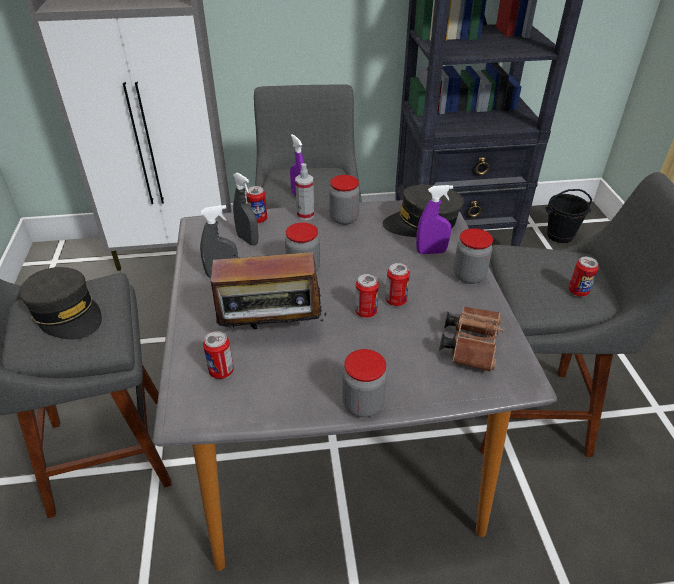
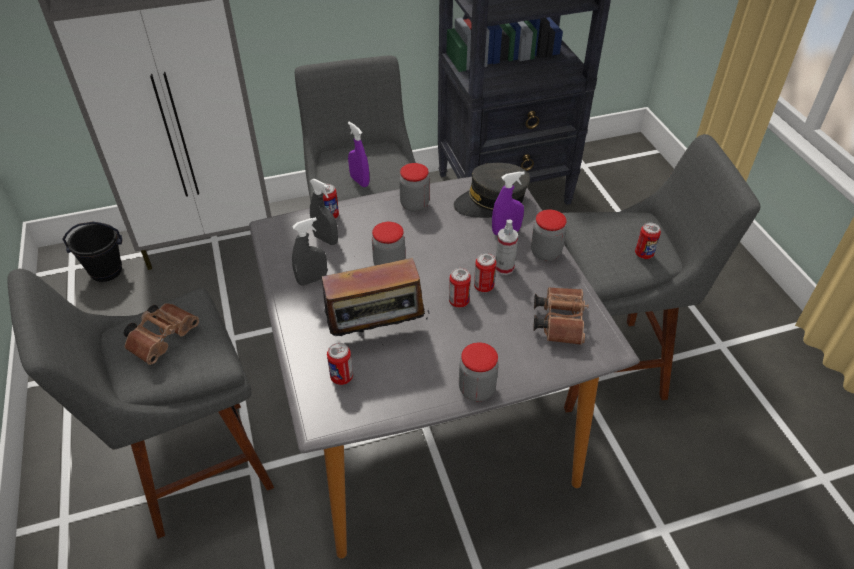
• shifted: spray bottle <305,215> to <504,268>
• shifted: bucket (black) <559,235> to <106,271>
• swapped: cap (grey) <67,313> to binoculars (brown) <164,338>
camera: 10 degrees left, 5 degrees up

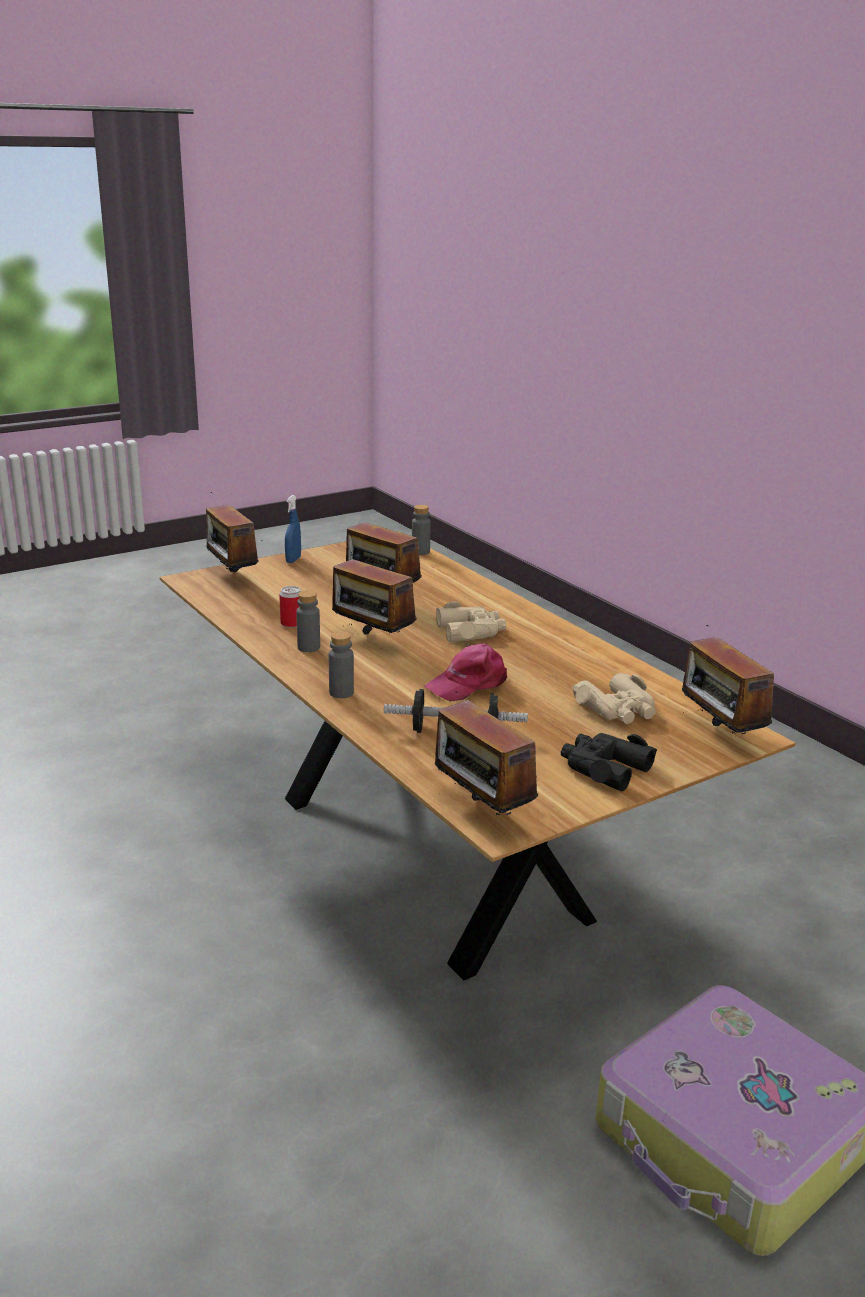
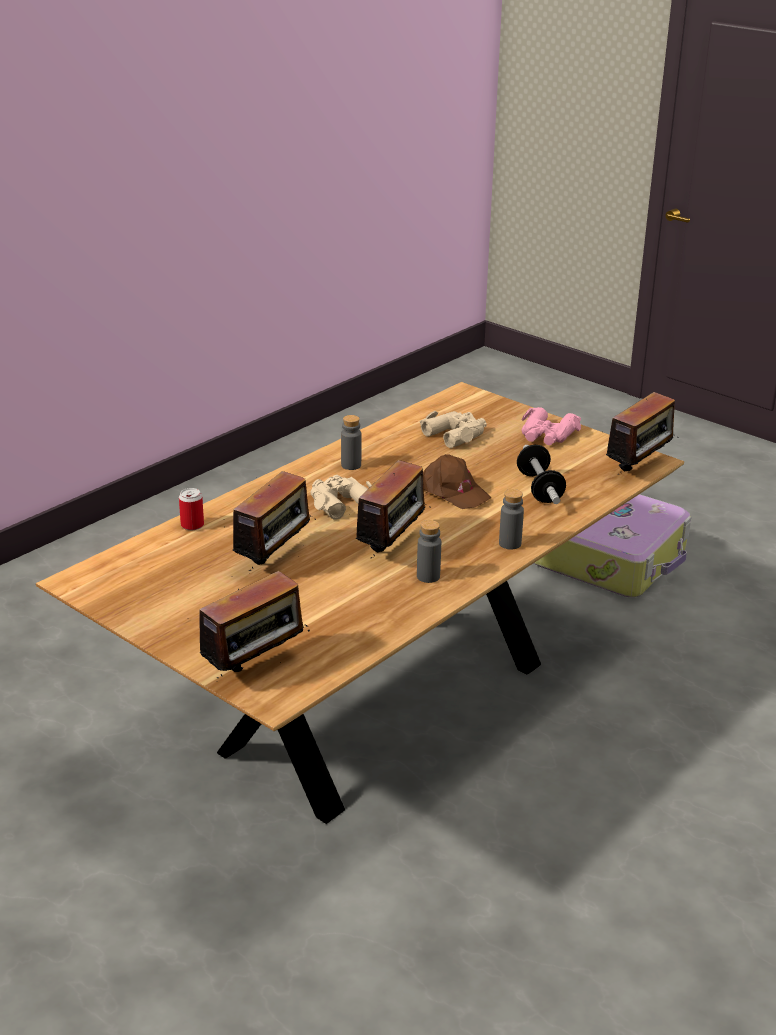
• gone: spray bottle (blue) <293,560>
• shifted: bottle (grey) <420,552> to <351,465>
• shifted: can <291,623> to <192,525>
• gone: radio <719,735>
• repainted: cap (pink) <468,684> to cap (brown) <453,492>
• repainted: binoculars (black) <603,768> to binoculars (pink) <547,435>
camera: 105 degrees left, 5 degrees up

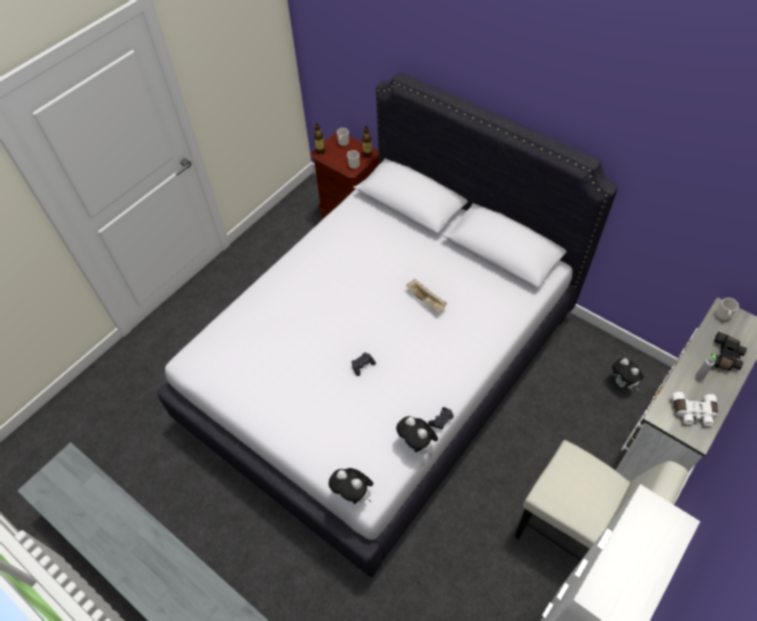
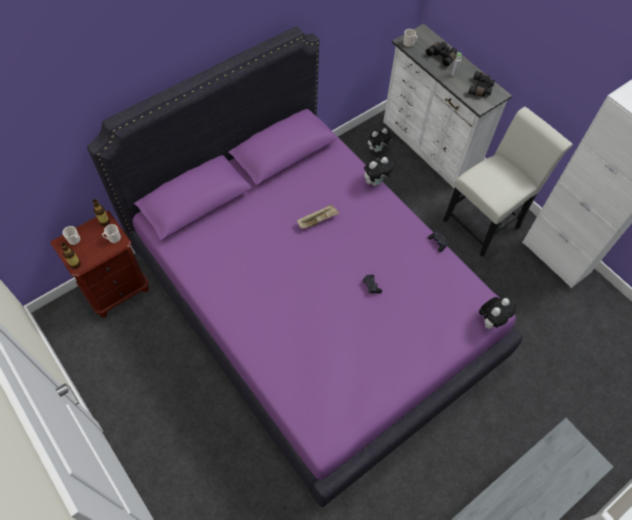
• repainted: bed (white) <381,368> to bed (purple) <312,307>
• repainted: binoculars (white) <693,412> to binoculars (black) <481,89>
• shifted: plush toy <417,445> to <376,181>
camera: 80 degrees left, 5 degrees up

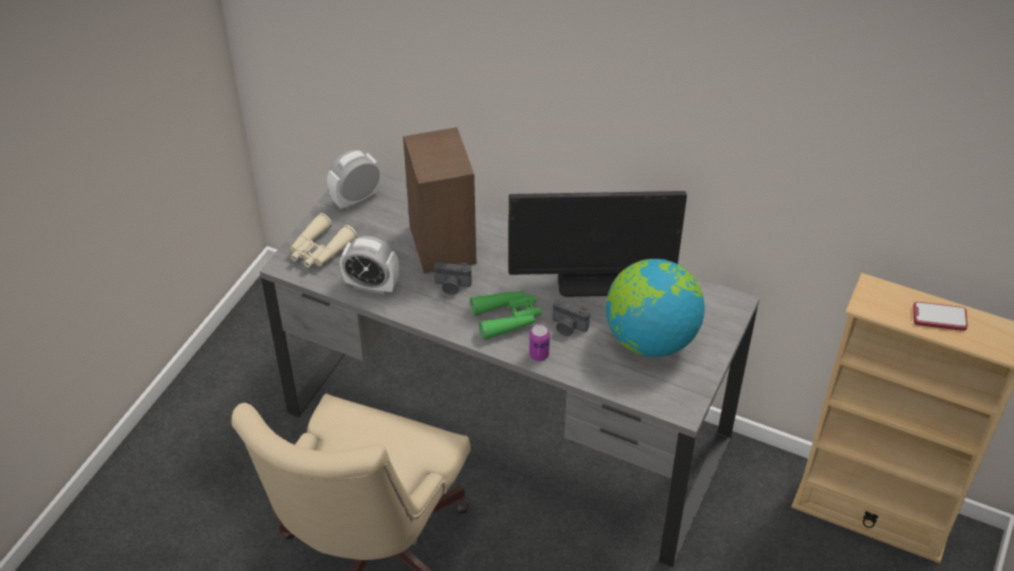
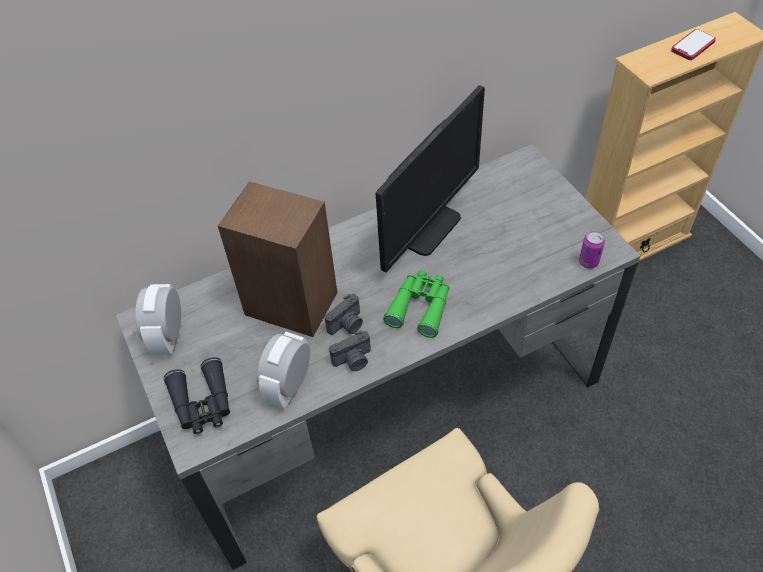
• repainted: binoculars (beige) <320,250> to binoculars (black) <203,404>
• rotated: alarm clock <371,286> = <289,386> 150 degrees clockwise
• gone: globe <650,339>
• shifted: photo camera <568,327> to <353,360>
• shifted: can <539,355> to <588,262>
camera: 50 degrees left, 5 degrees up

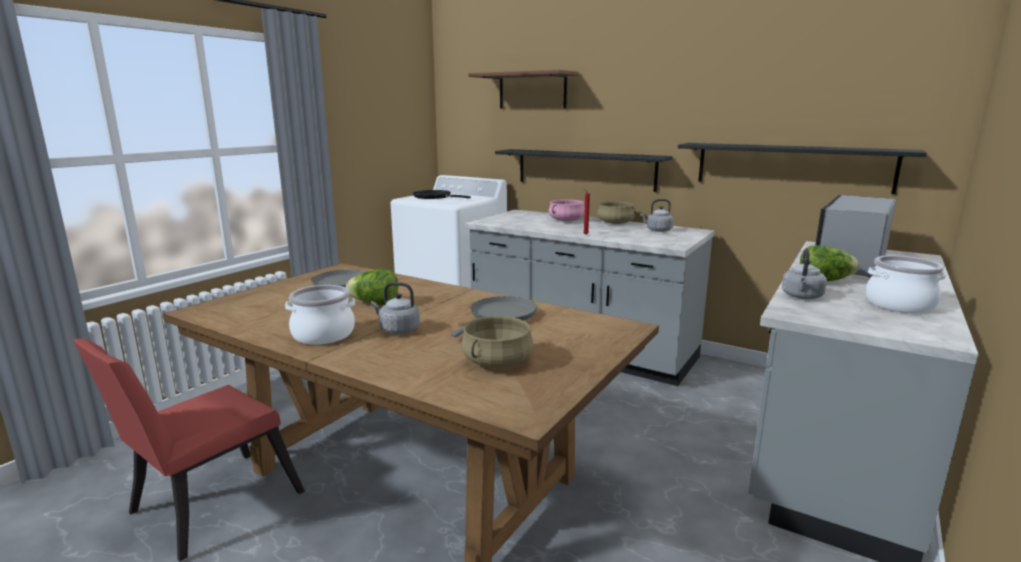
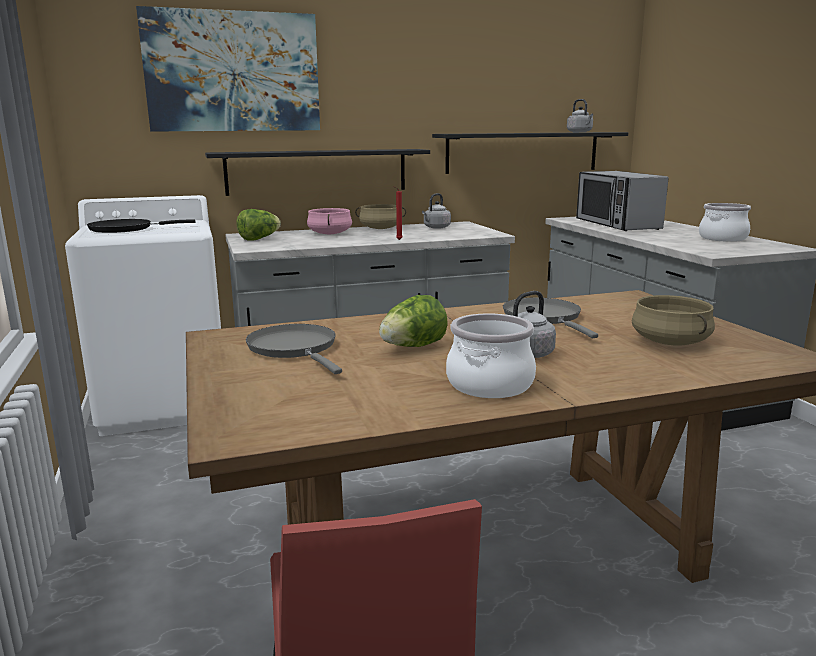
• swapped: shelf (brown) <532,91> to picture <233,72>
• shifted: lettuce <824,281> to <259,239>
• shifted: kettle (grey) <802,297> to <580,132>
camera: 50 degrees left, 0 degrees up

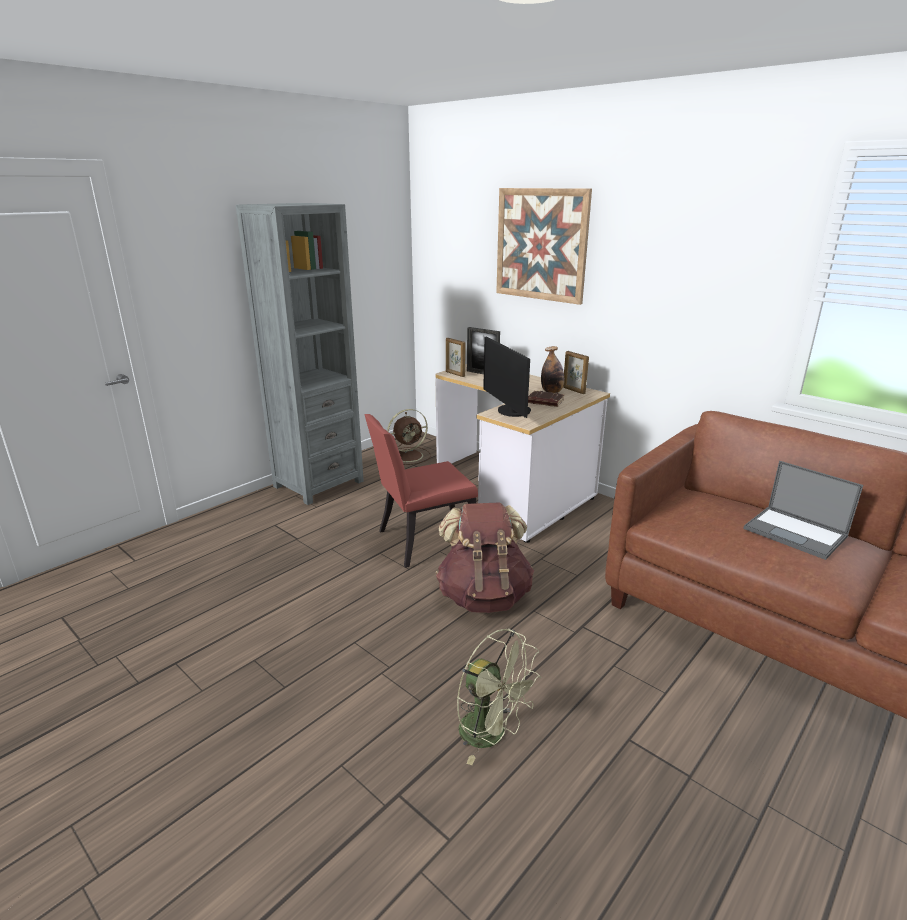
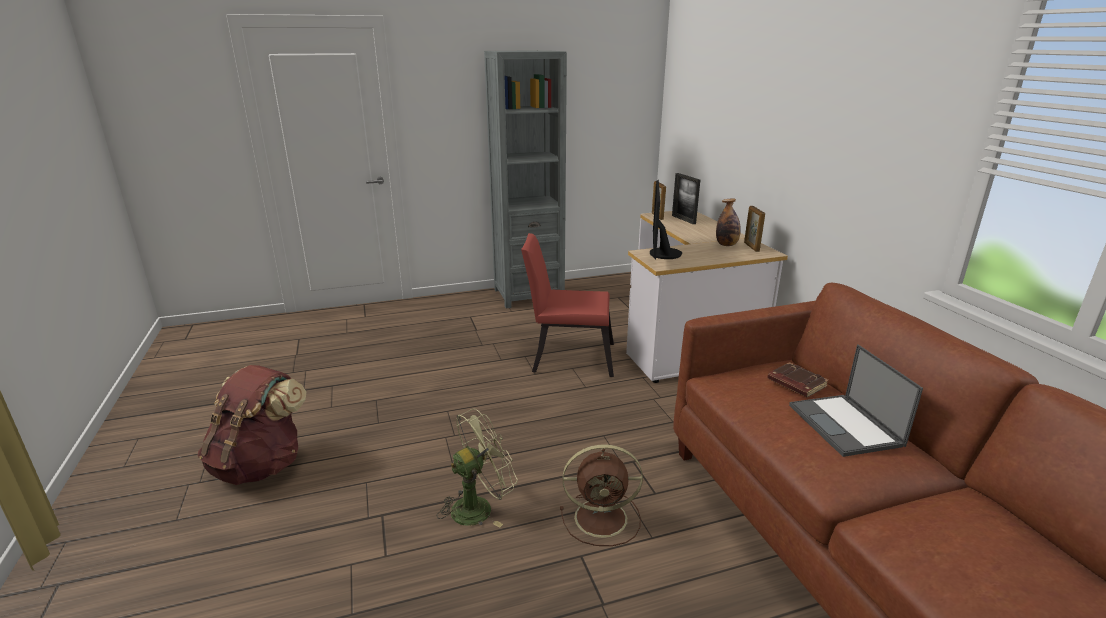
• gone: picture <541,245>
• shifted: book (brown) <544,402> to <795,383>
• shifted: fan (brown) <409,456> to <603,518>
• shifted: backpack (brown) <484,596> to <261,465>
• rotated: fan (green) <491,734> = <479,506> 105 degrees counterclockwise
camera: 30 degrees right, 0 degrees up

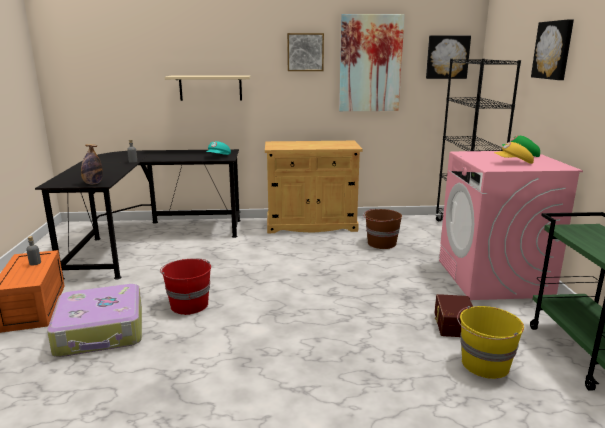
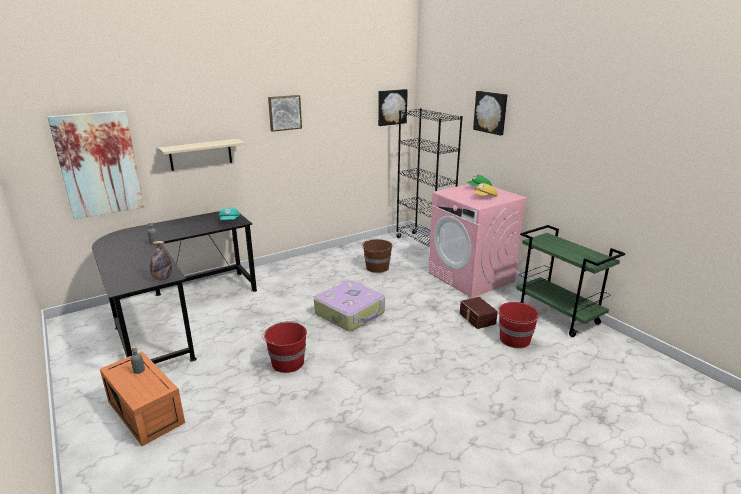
• shifted: picture <370,64> to <99,164>
• gone: cabinet (beige) <311,225>
• shifted: suitcase <101,331> to <350,313>
• repainted: bucket (yellow) <484,364> to bucket (red) <514,340>
camera: 30 degrees left, 5 degrees up

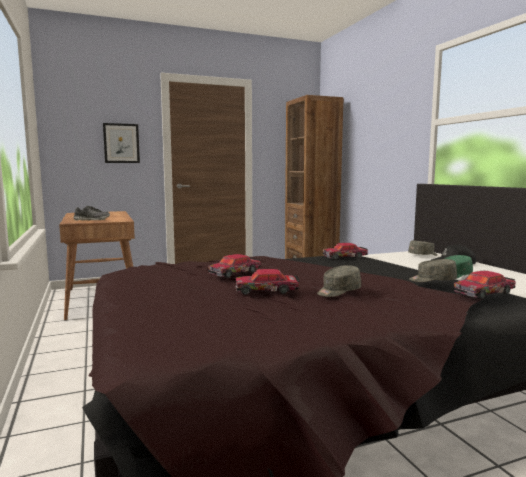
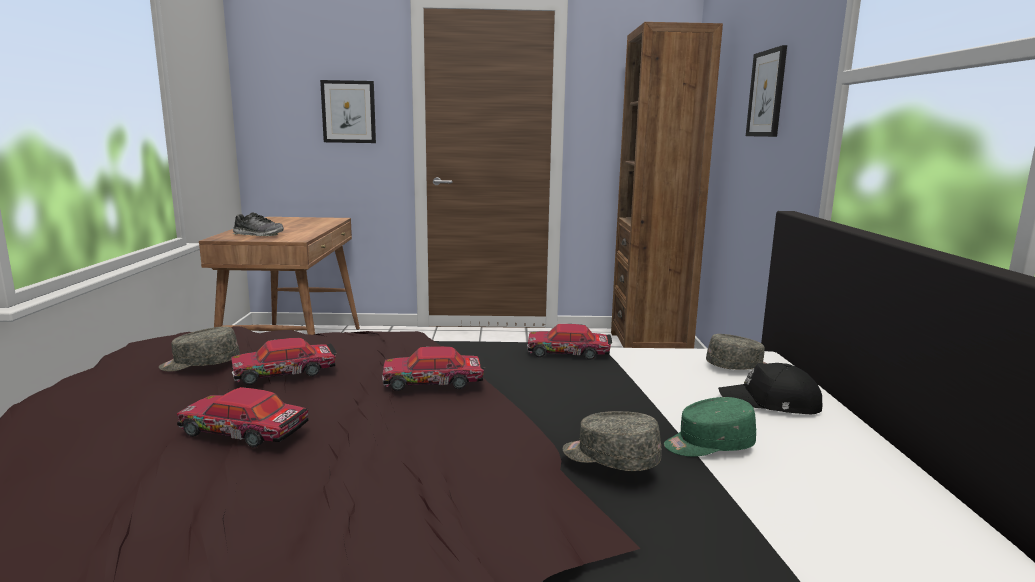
• shifted: cap (grey) <338,291> to <200,364>
• shifted: toy car <484,293> to <434,382>
• new: picture <767,93>
camera: 20 degrees right, 5 degrees up

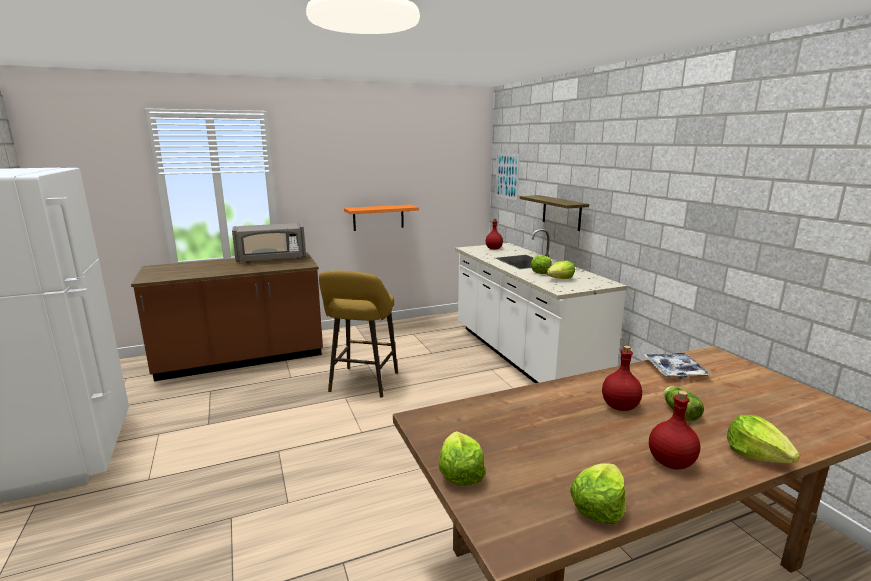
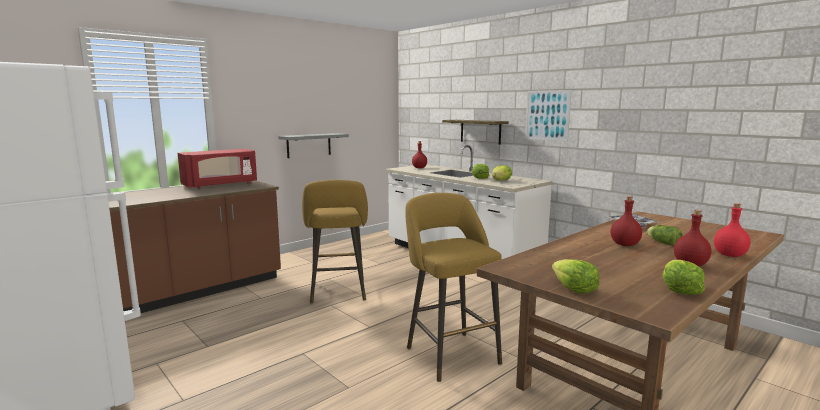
• shifted: picture <507,176> to <547,115>
• repainted: shelf (orange) <378,217> to shelf (grey) <309,145>
• repainted: microwave (grey) <271,259> to microwave (red) <220,185>
• swapped: lettuce <756,454> to bottle (red) <729,255>
• new: stool (yellow) <450,353>
camera: 20 degrees left, 5 degrees down

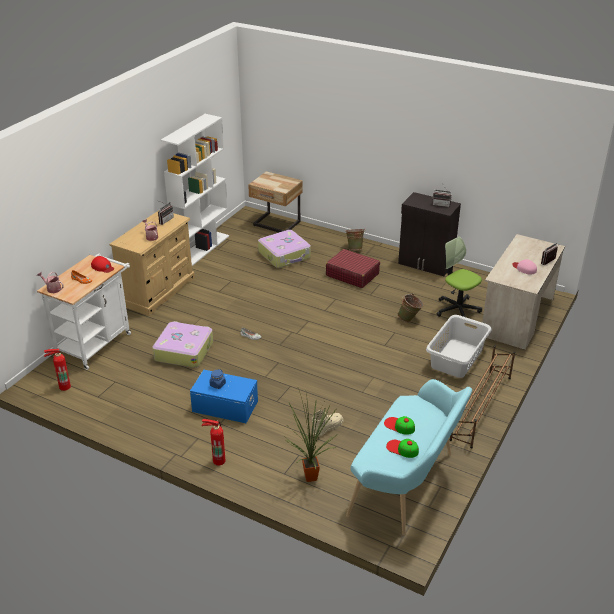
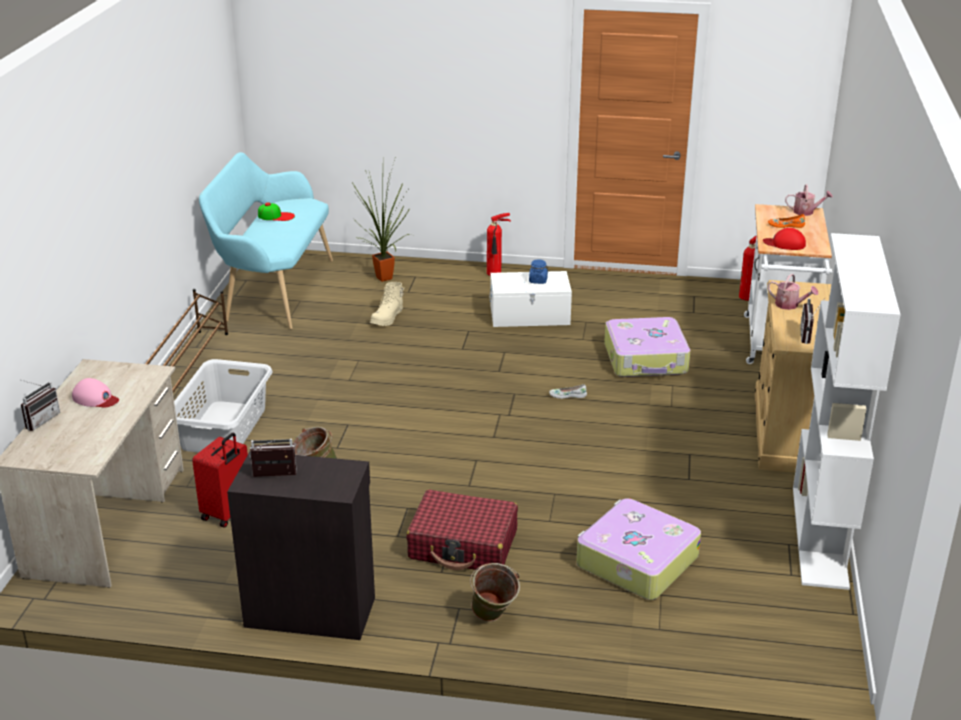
• gone: nightstand (beige) <276,224>
• swapped: office chair <457,309> to suitcase (red) <227,513>
• repainted: storage box (blue) <225,405> to storage box (white) <530,315>
• gone: cap <399,426>
camera: 160 degrees right, 5 degrees down

